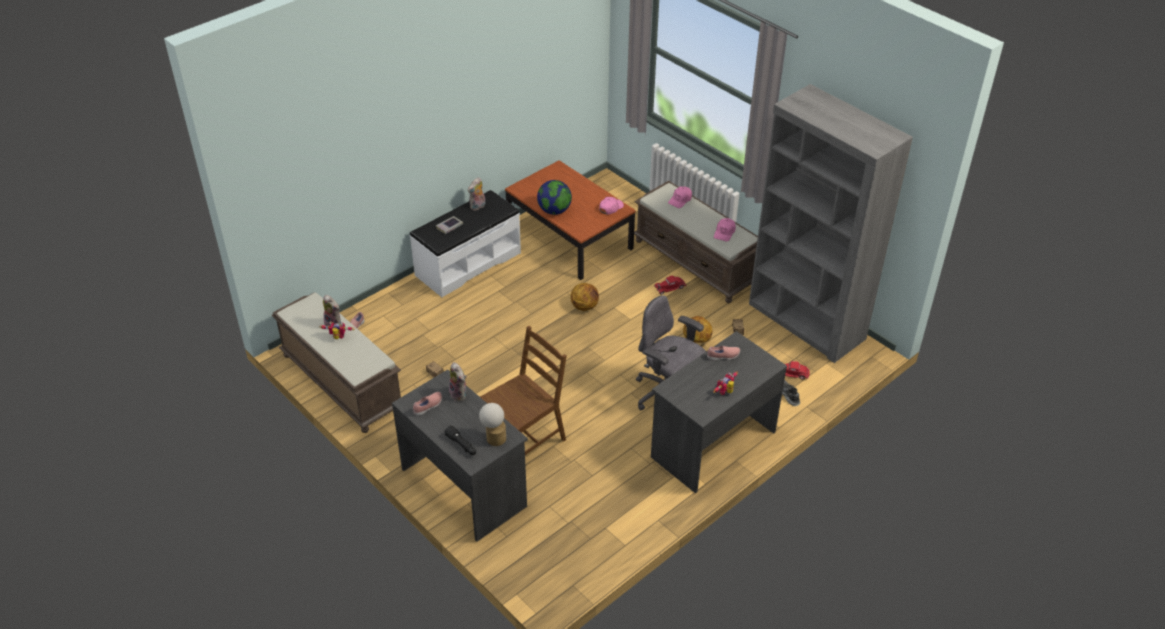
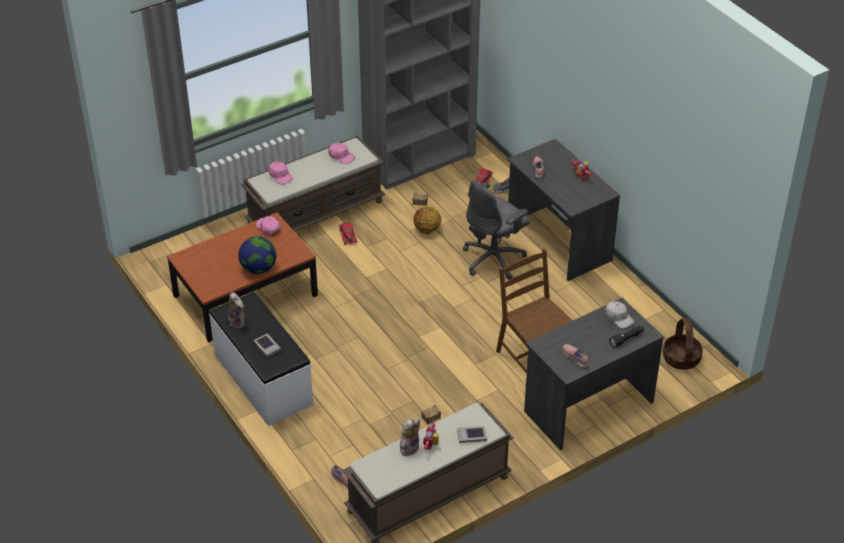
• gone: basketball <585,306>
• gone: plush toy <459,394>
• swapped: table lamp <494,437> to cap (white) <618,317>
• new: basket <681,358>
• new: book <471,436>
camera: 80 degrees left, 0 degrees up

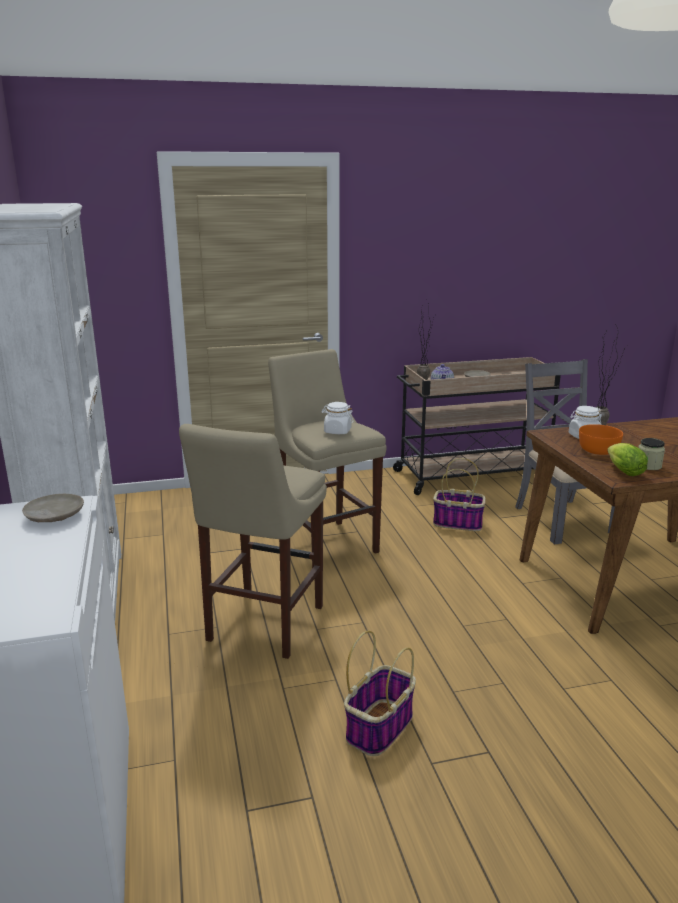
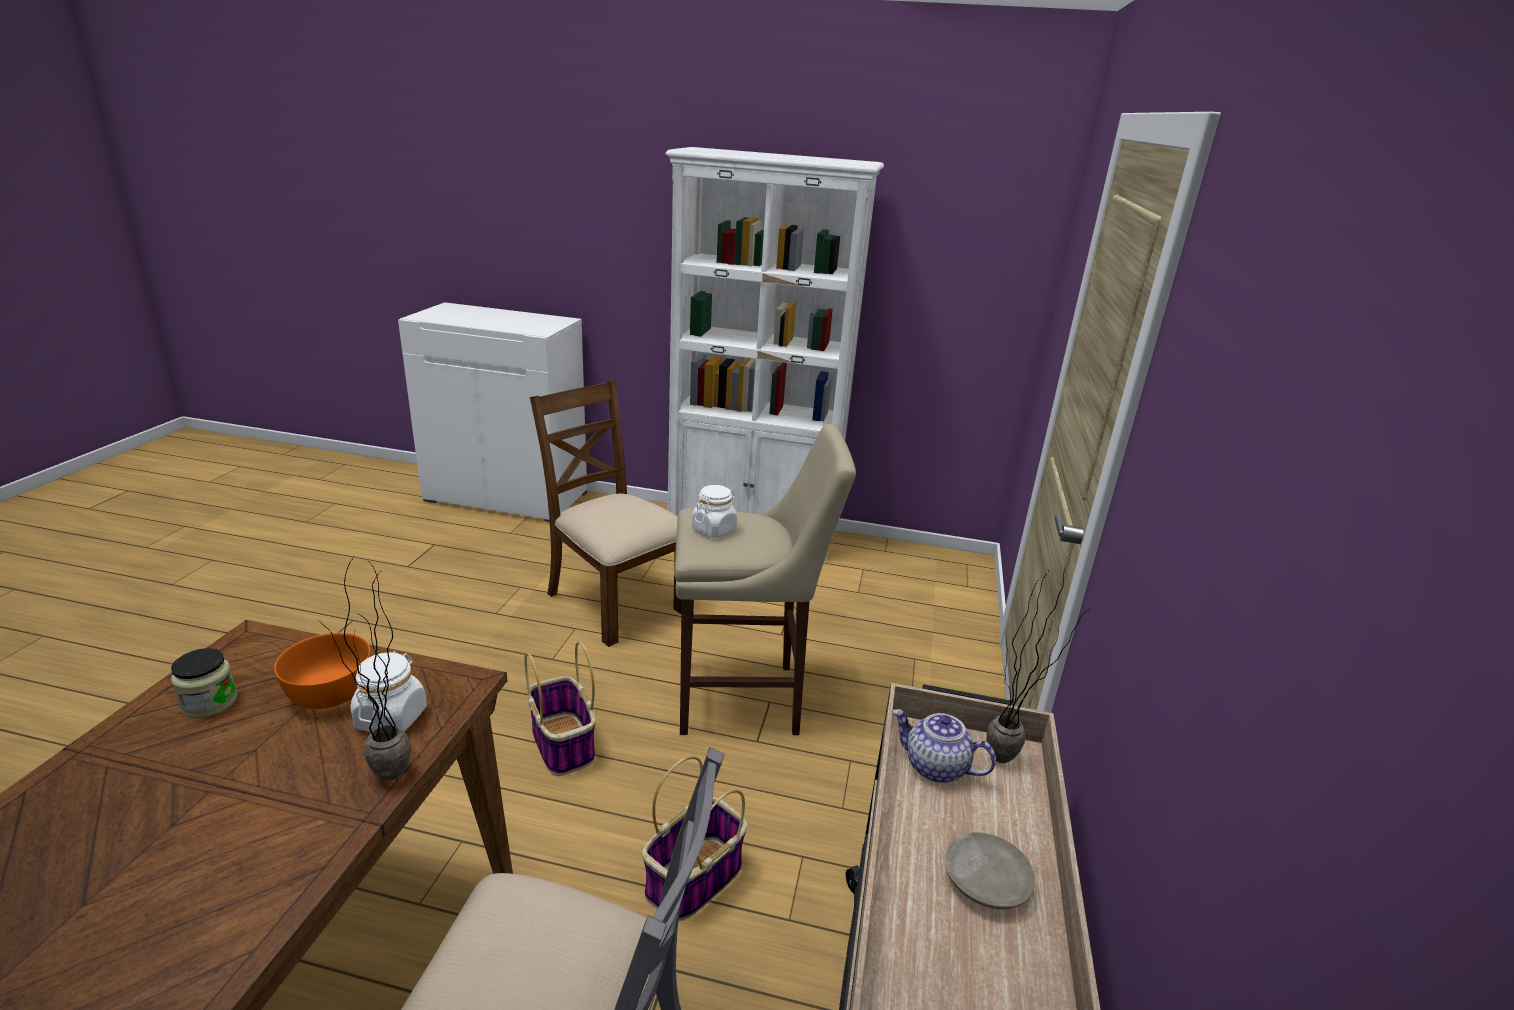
• swapped: stool (beige) <262,626> to chair (brown) <614,601>
• gone: lettuce <622,471>
• gone: plate (beige) <54,516>
• shifted: basket <379,727> to <563,744>
camera: 115 degrees right, 5 degrees up

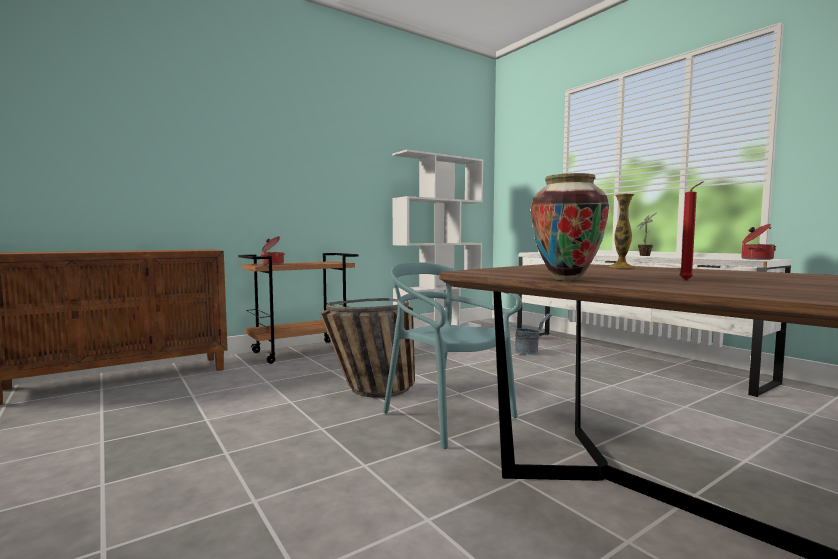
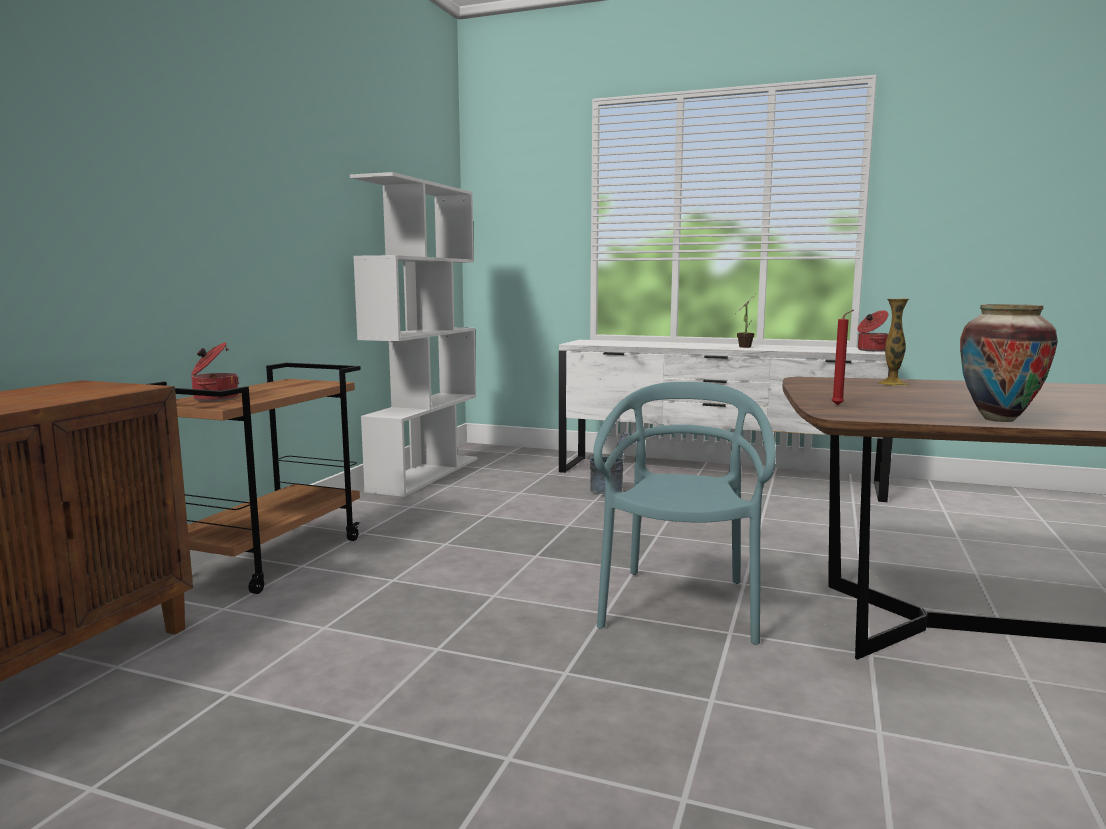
• shifted: candle (red) <688,280> to <839,405>
• rotated: chair (turquoise) <447,417> = <680,606> 90 degrees clockwise
• gone: basket <370,392>
camera: 35 degrees left, 5 degrees up

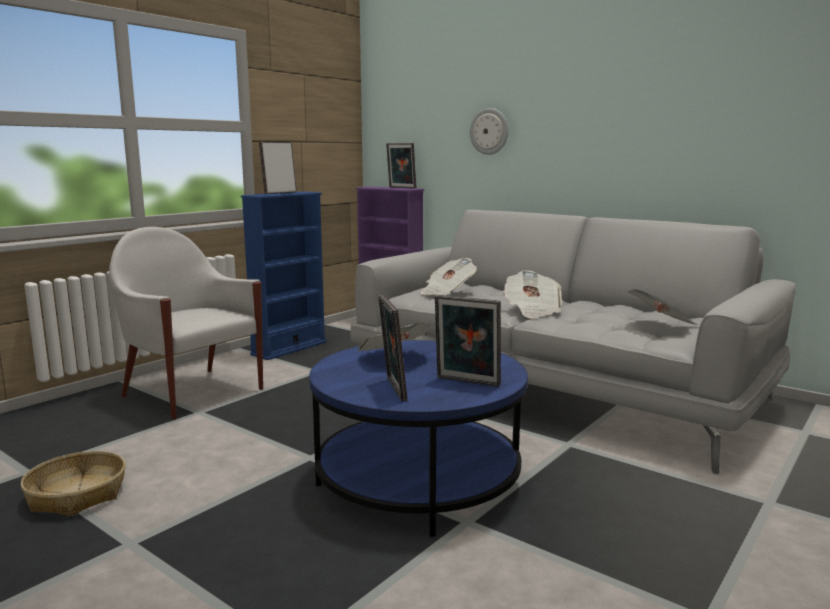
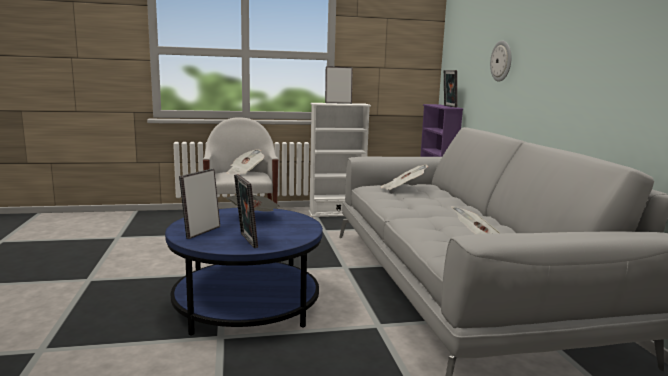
• repainted: bookcase (blue) <289,348> to bookcase (white) <336,213>
• shifted: newspaper <532,311> to <245,172>
• gone: basket <77,495>
camera: 40 degrees right, 0 degrees up

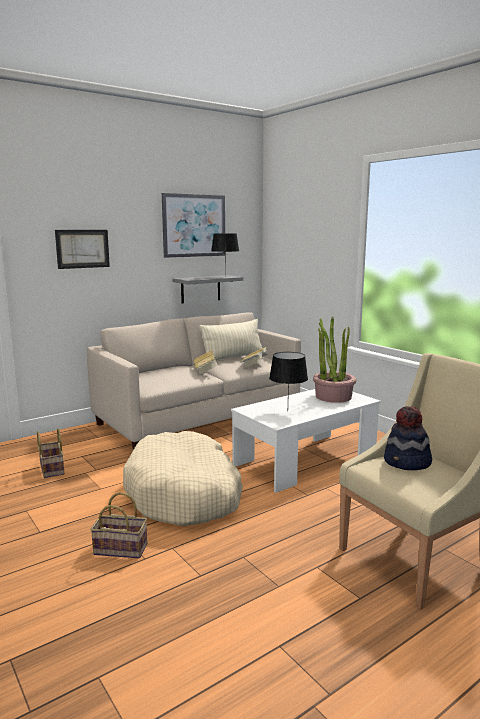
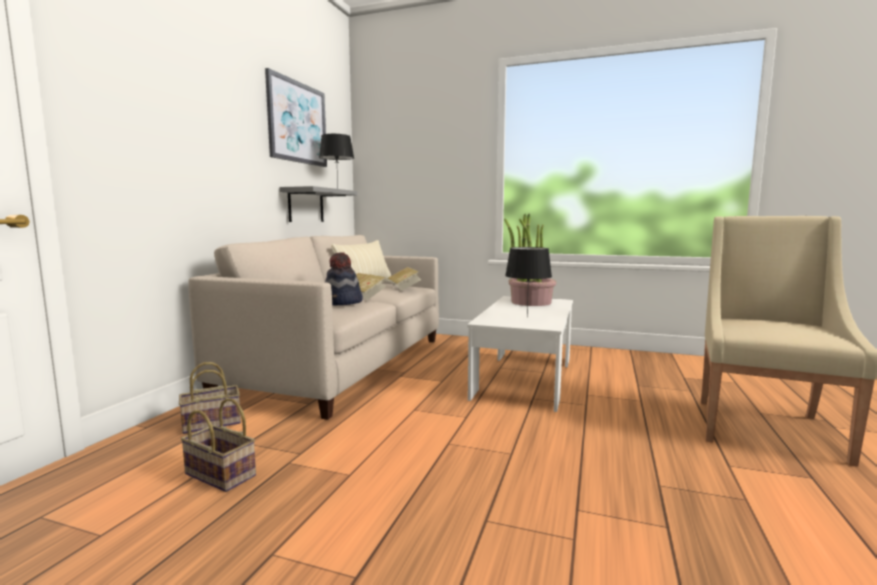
• gone: picture <82,248>
• shifted: hat <407,463> to <343,303>
• gone: dog bed (beige) <184,494>
• shifted: basket <122,548> to <213,422>
camera: 35 degrees left, 5 degrees down

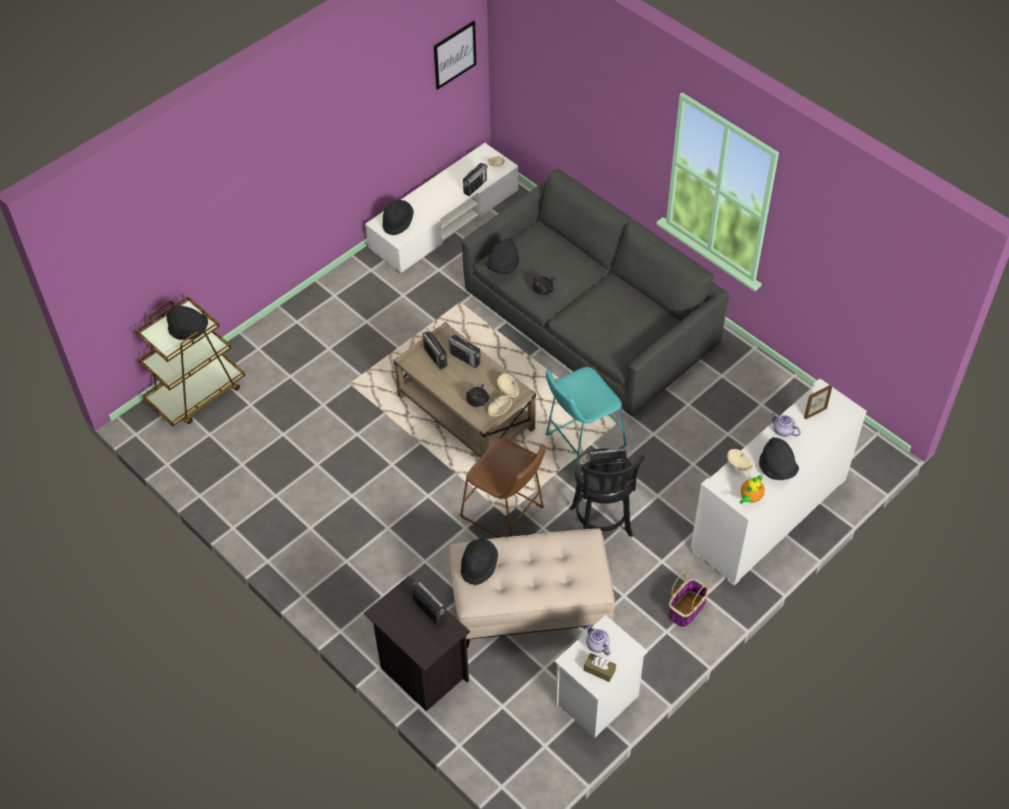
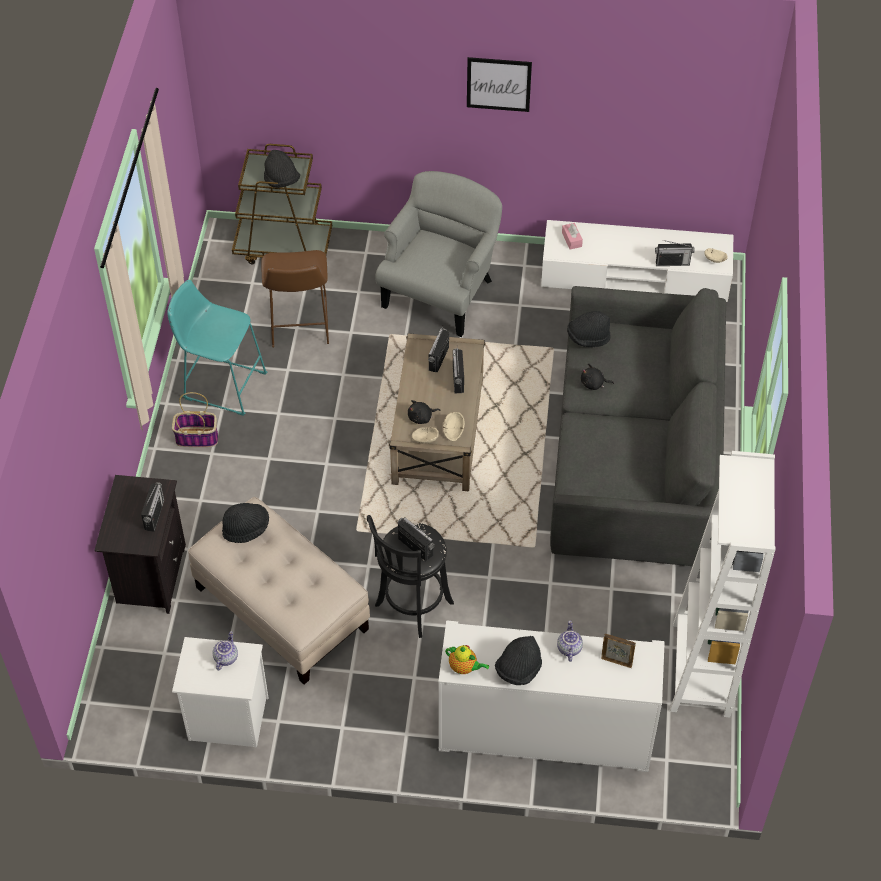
• shifted: picture <454,55> to <498,84>
• swapped: hat (black) <397,222> to tissue box (pink) <571,239>
• shifted: stool (turquoise) <581,442> to <221,384>
• shifted: stool (brown) <505,515> to <299,326>
• gone: bowl (beige) <739,465>
• rotated: teapot <750,498> = <464,668> 150 degrees counterclockwise
• shifted: basket <687,609> to <197,437>
• gone: tissue box (brown) <599,670>
• new: armchair (grey) <440,292>
• new: bookcase (white) <701,669>
camera: 50 degrees right, 0 degrees up

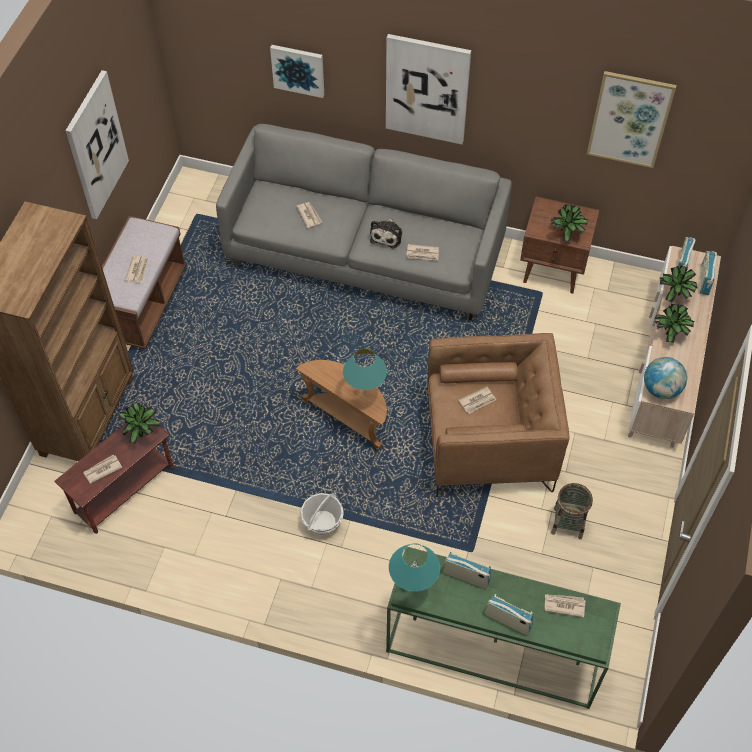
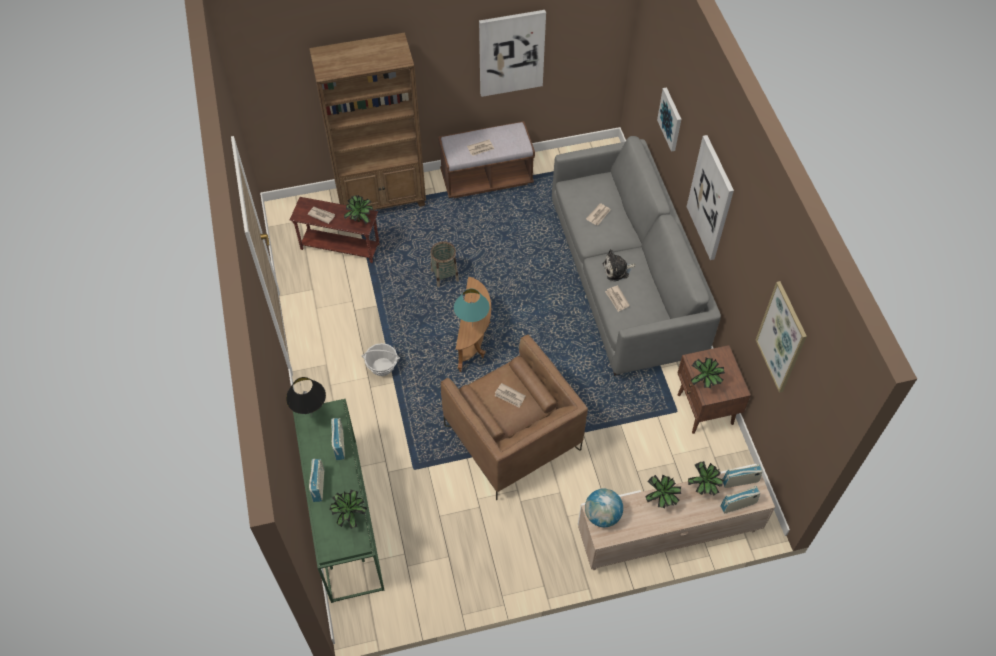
• shifted: basket <568,523> to <444,275>
• repainted: table lamp (turquoise) <412,589> to table lamp (black) <311,416>
• swapped: newspaper <564,605> to potted plant <350,516>
camera: 60 degrees right, 0 degrees up

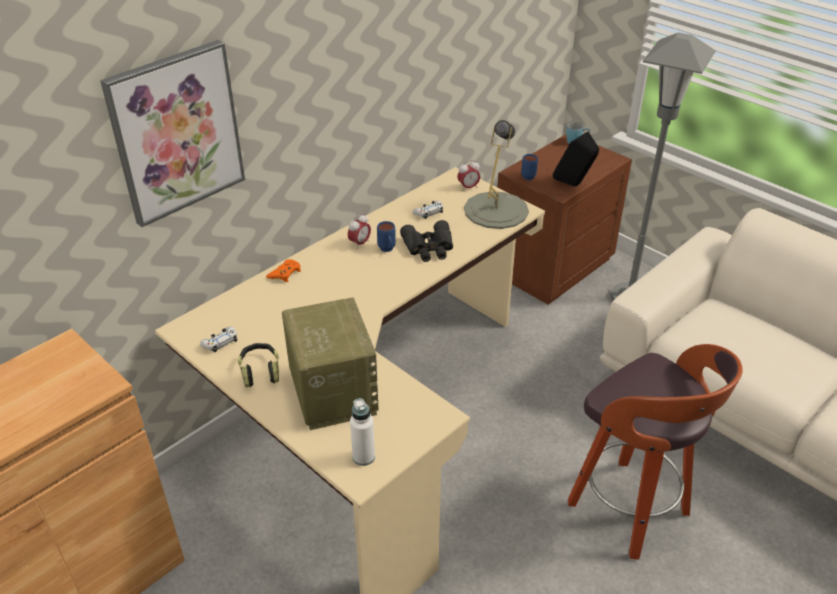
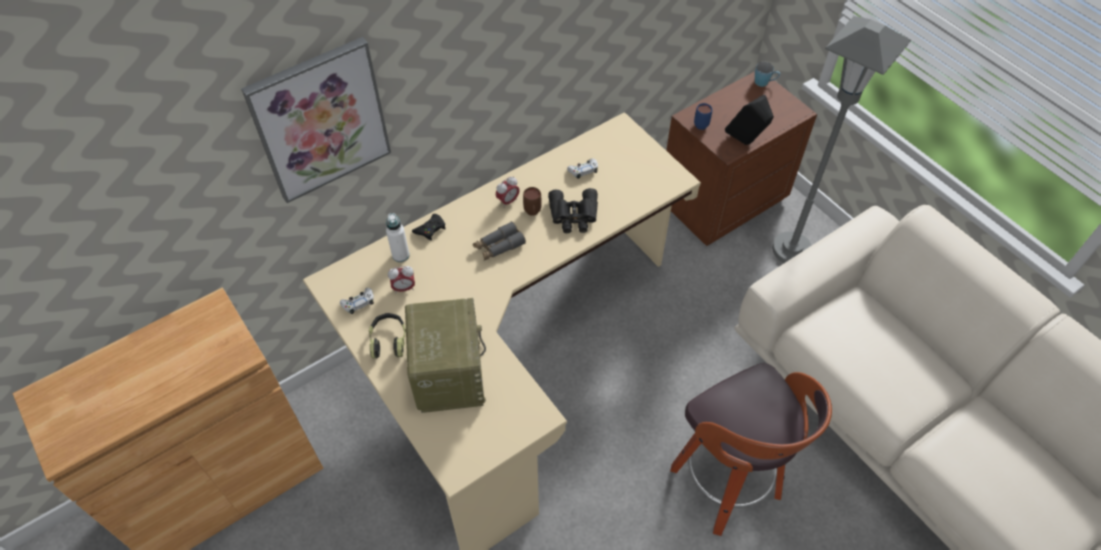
• gone: table lamp (grey) <496,210>
• shifted: alarm clock <468,187> to <404,288>
• repainted: mug (blue) <387,250> to mug (brown) <533,213>
• repainted: game controller (orange) <285,273> to game controller (black) <430,229>
• shifted: bottle (white) <363,457> to <401,255>
• new: binoculars (grey) <499,246>
camera: 10 degrees right, 15 degrees up

